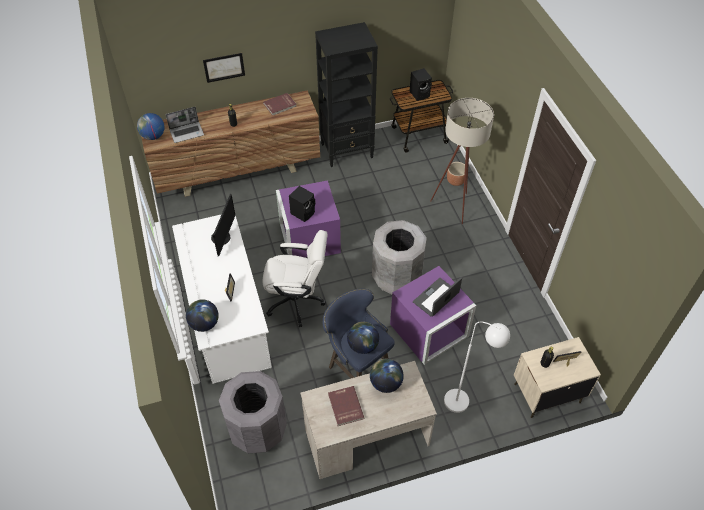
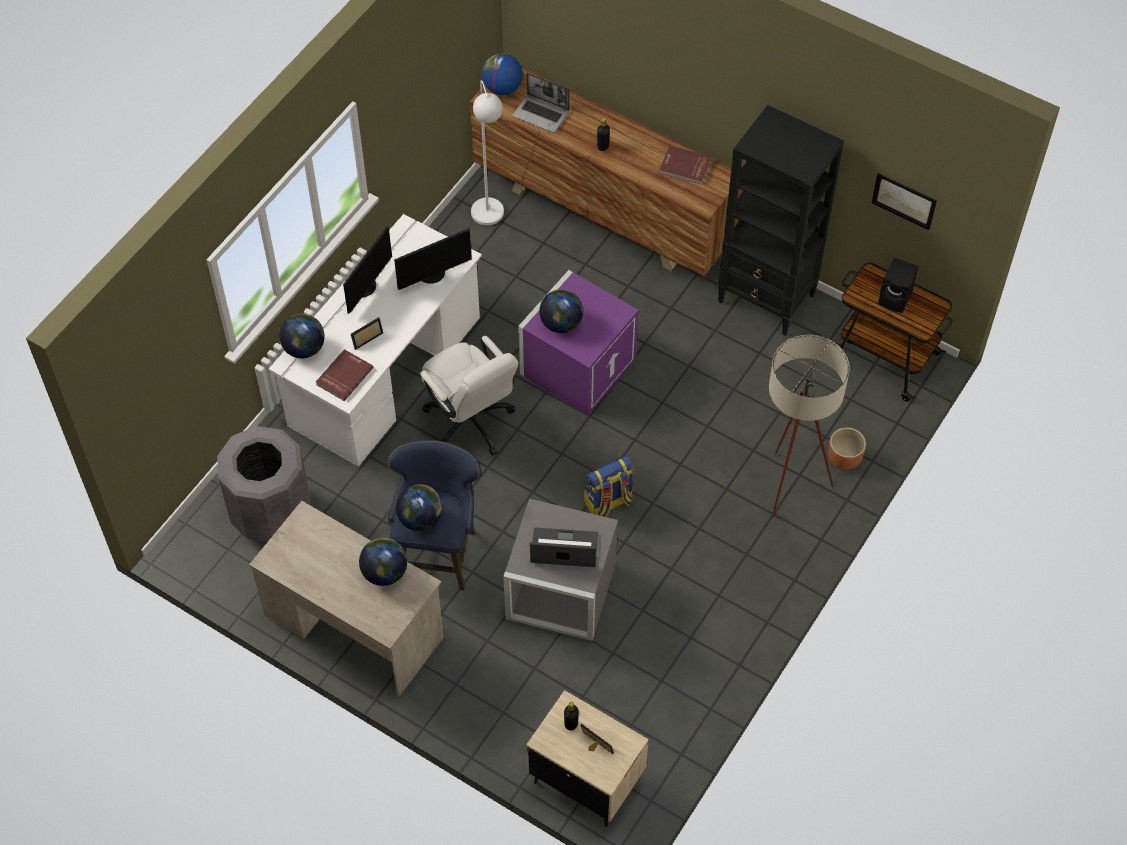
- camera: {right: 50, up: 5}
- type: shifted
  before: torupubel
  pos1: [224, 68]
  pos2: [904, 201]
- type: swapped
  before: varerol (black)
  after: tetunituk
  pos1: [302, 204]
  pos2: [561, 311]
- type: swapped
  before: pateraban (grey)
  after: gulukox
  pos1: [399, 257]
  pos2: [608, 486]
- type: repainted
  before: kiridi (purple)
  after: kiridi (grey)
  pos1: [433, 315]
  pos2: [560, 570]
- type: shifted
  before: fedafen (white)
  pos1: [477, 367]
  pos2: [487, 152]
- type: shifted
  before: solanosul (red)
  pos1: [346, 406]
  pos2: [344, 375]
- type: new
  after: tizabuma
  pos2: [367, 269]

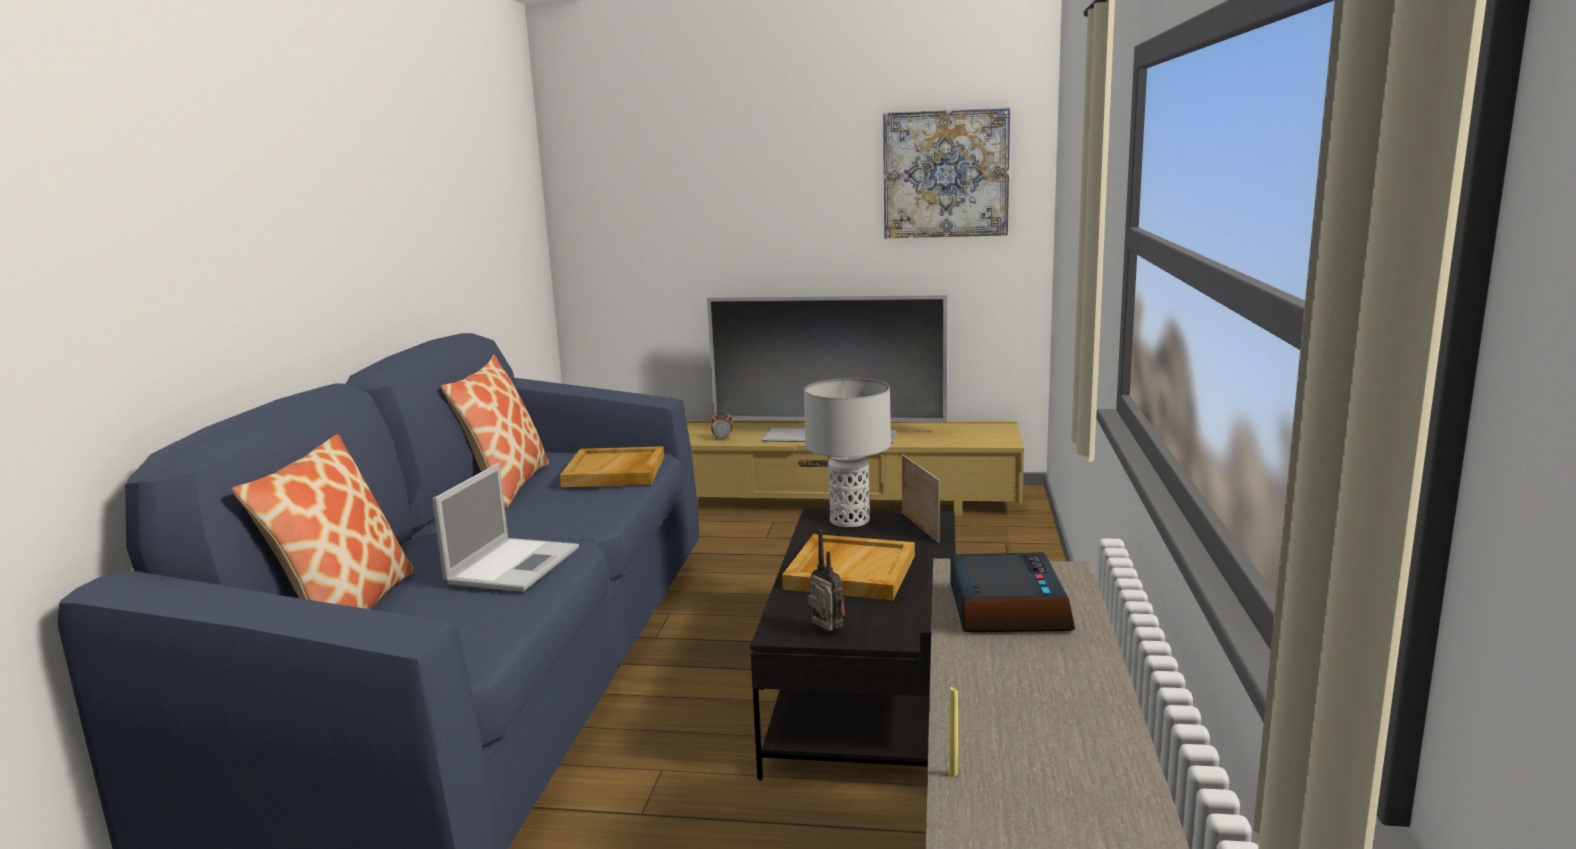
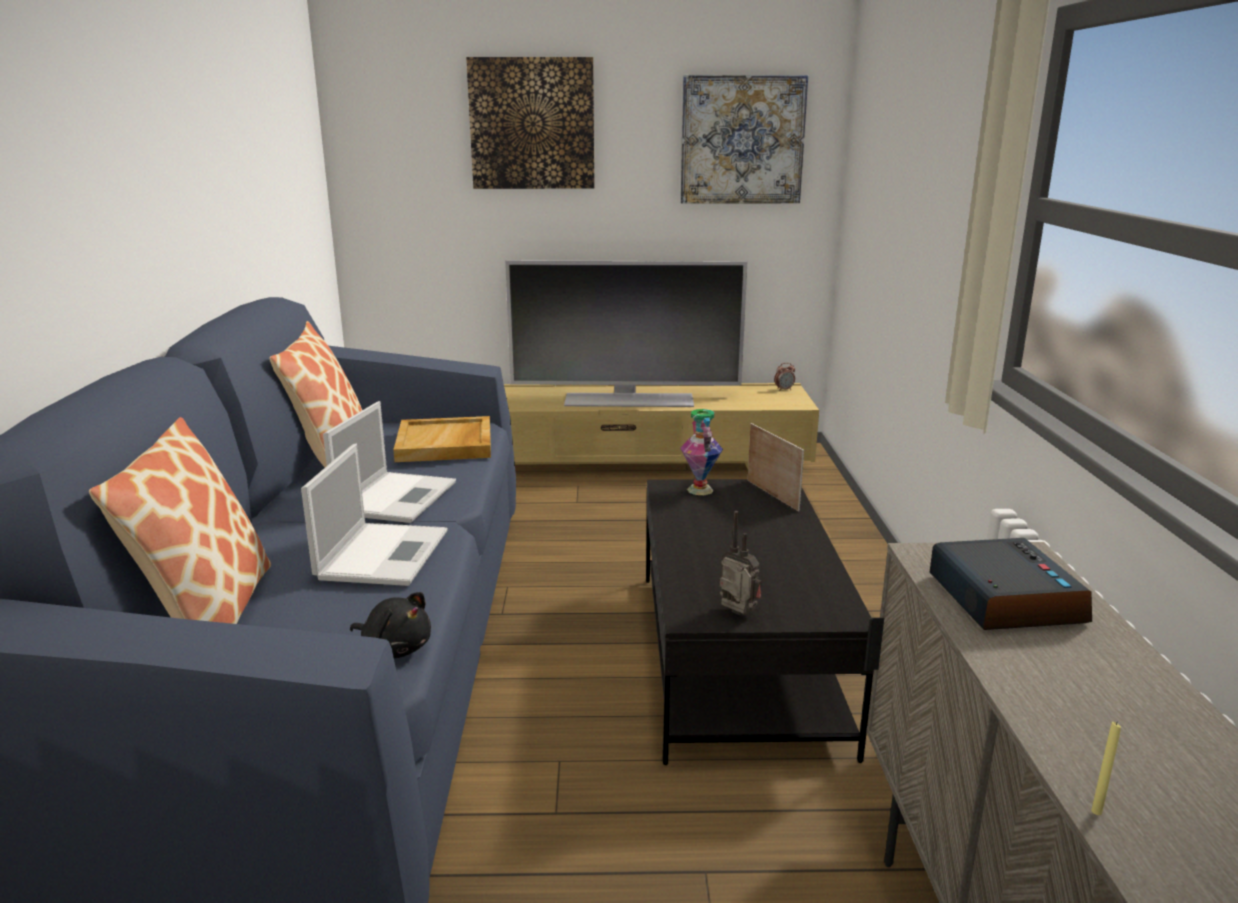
- camera: {right: -10, up: 5}
- type: swapped
  before: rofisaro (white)
  after: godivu
  pos1: [847, 452]
  pos2: [701, 452]
- type: shifted
  before: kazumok
  pos1: [721, 425]
  pos2: [784, 377]
- type: gone
  before: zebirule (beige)
  pos1: [848, 567]
- type: new
  after: torupubel
  pos2: [530, 123]
- type: new
  after: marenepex
  pos2: [389, 462]
- type: new
  after: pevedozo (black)
  pos2: [390, 625]

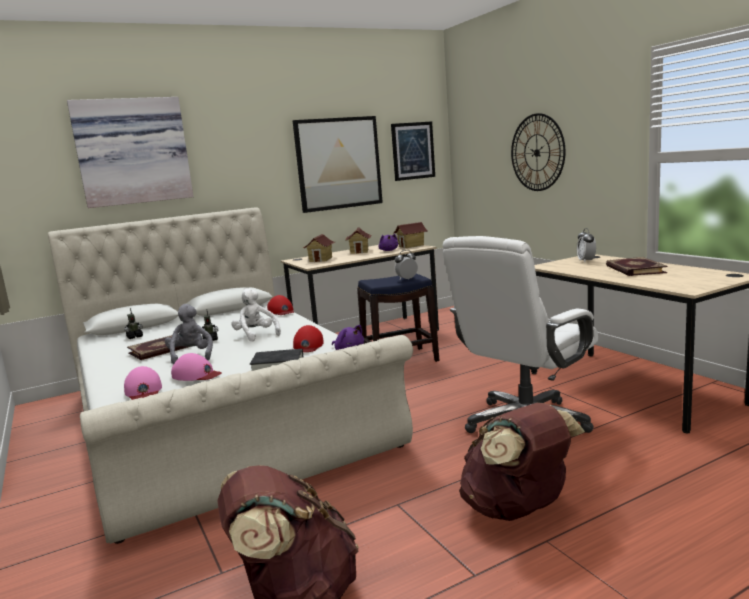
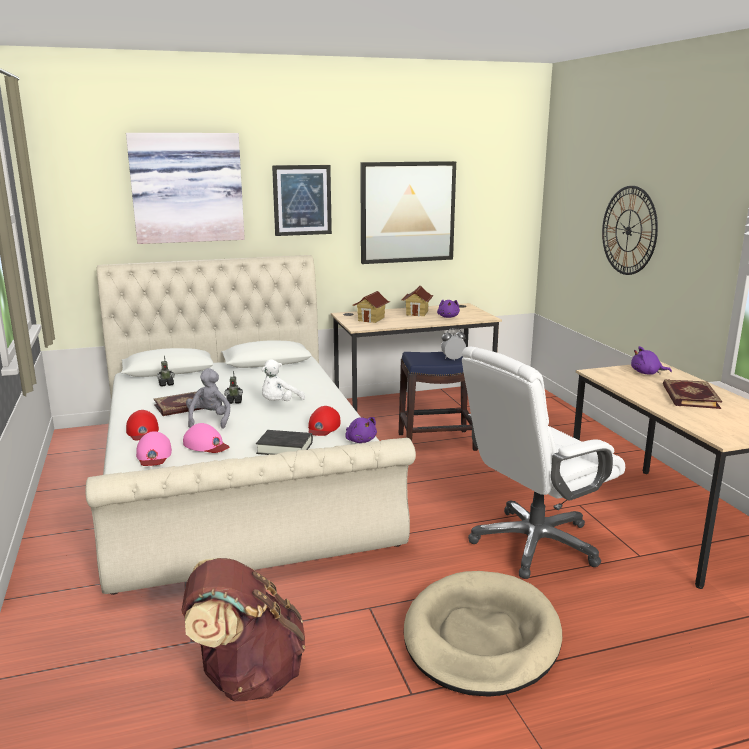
- camera: {right: 10, up: 5}
- type: shifted
  before: torupubel
  pos1: [413, 151]
  pos2: [302, 200]
- type: gone
  before: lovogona
  pos1: [410, 235]
- type: swapped
  before: kazumok
  after: pevedozo (purple)
  pos1: [586, 245]
  pos2: [651, 360]
- type: rotated
  before: pevedozo (white)
  pos1: [256, 314]
  pos2: [283, 380]
  turn: -120
- type: shifted
  before: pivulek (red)
  pos1: [280, 305]
  pos2: [142, 425]
- type: swapped
  before: gulukox (brown)
  after: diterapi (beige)
  pos1: [522, 462]
  pos2: [483, 634]

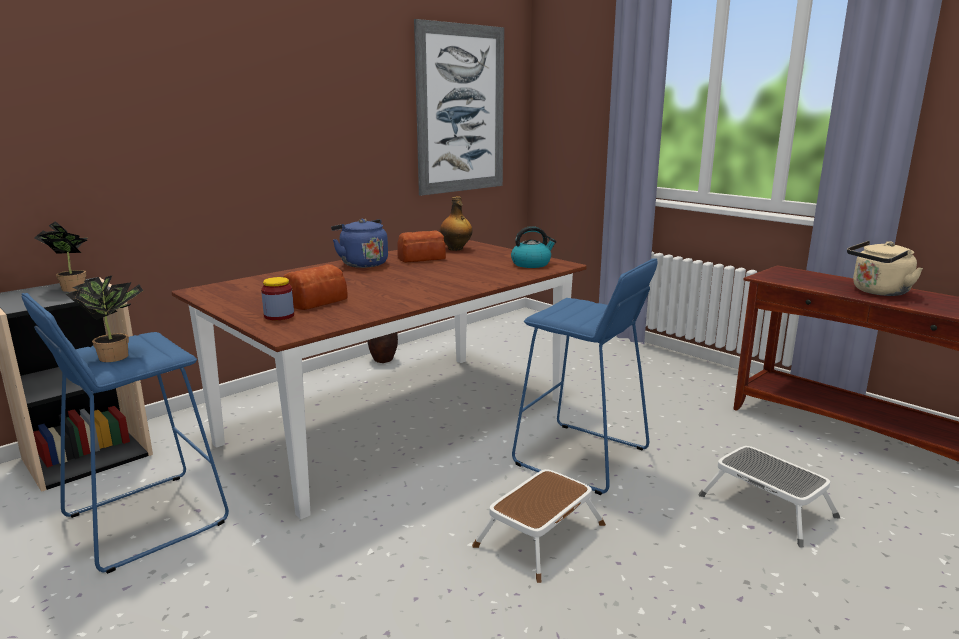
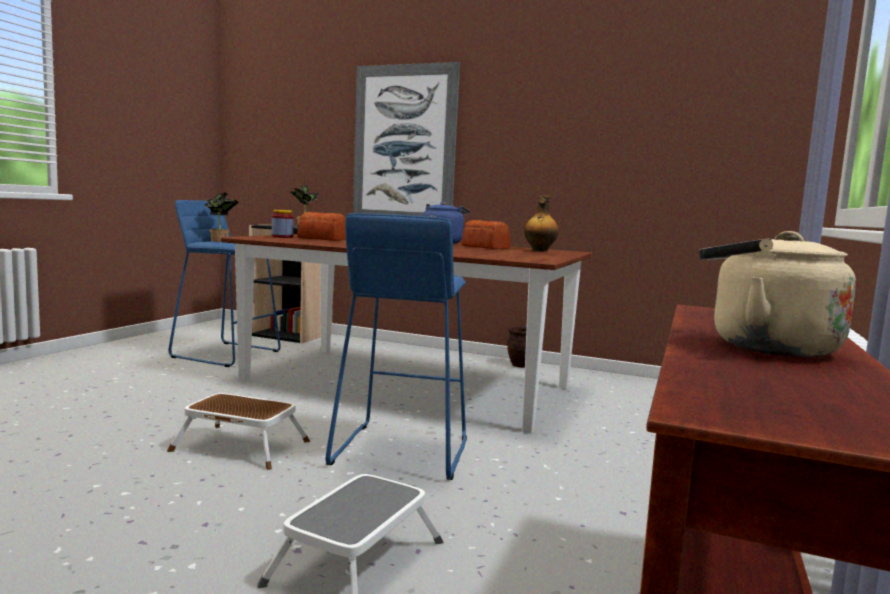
- camera: {right: 65, up: -10}
- type: shifted
  before: torupubel
  pos1: [459, 107]
  pos2: [406, 139]
- type: gone
  before: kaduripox
  pos1: [534, 247]

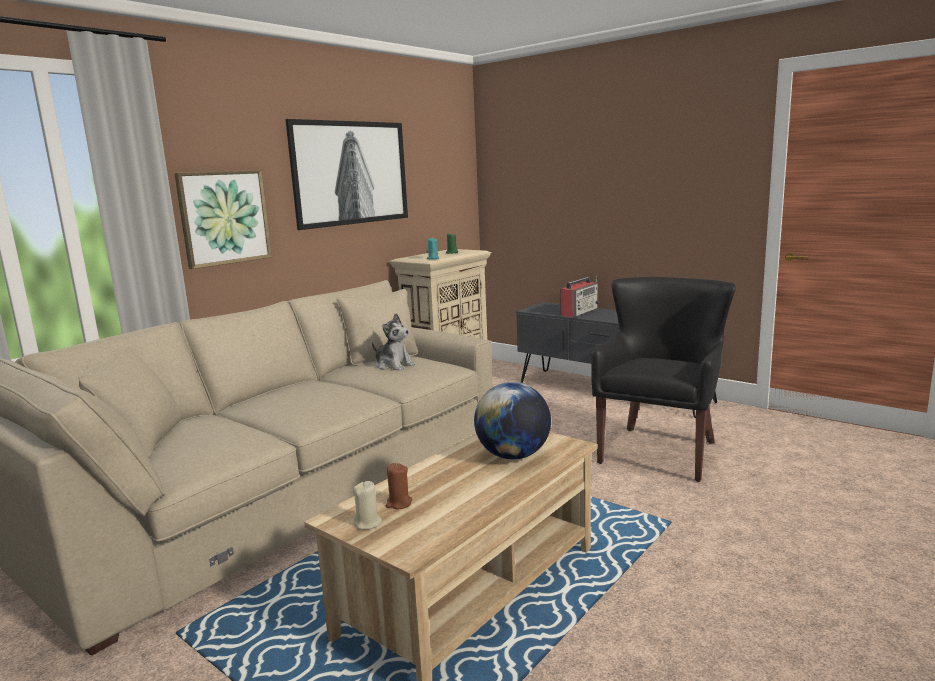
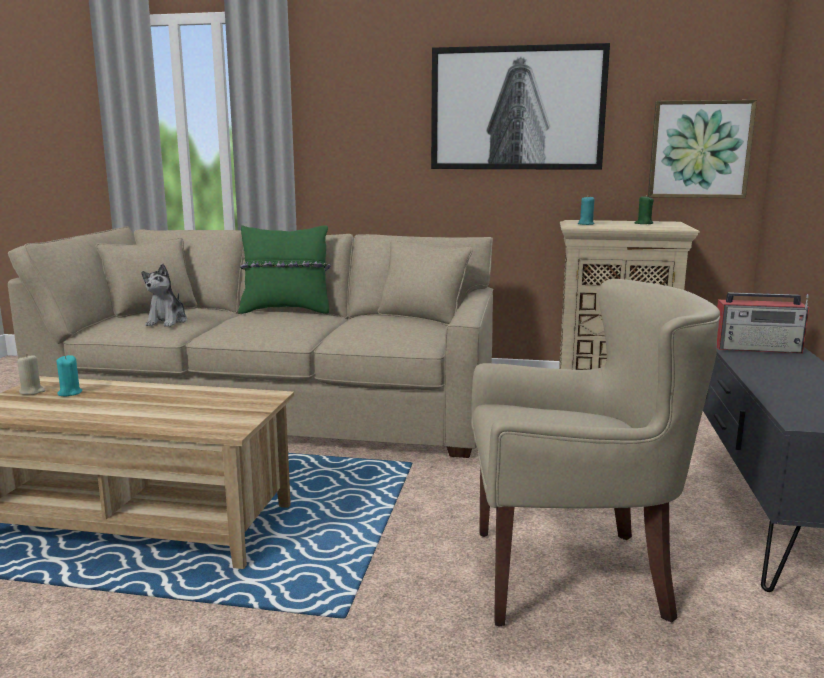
- camera: {right: 60, up: 0}
- type: shifted
  before: torupubel
  pos1: [223, 219]
  pos2: [702, 149]
- type: repainted
  before: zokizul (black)
  after: zokizul (beige)
  pos1: [663, 379]
  pos2: [595, 452]
- type: shifted
  before: pevedozo
  pos1: [393, 342]
  pos2: [164, 295]
- type: gone
  before: tetunituk
  pos1: [512, 420]
- type: repainted
  before: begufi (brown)
  after: begufi (turquoise)
  pos1: [399, 486]
  pos2: [69, 376]
- type: new
  after: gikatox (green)
  pos2: [284, 269]

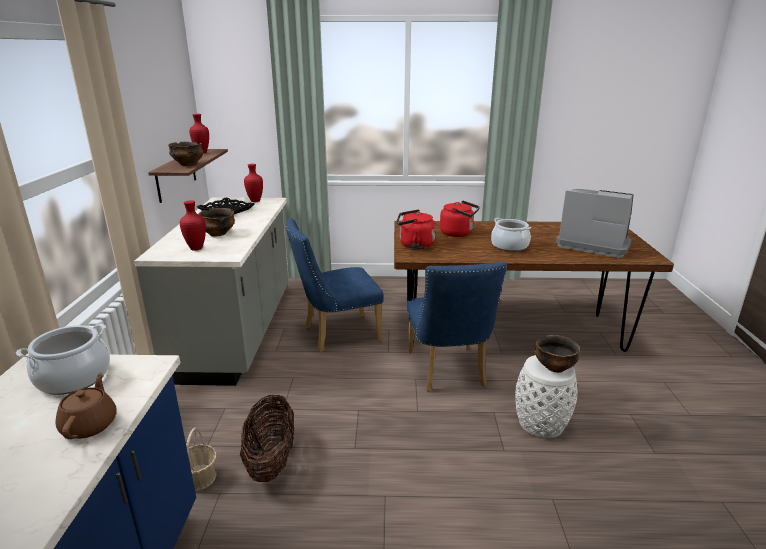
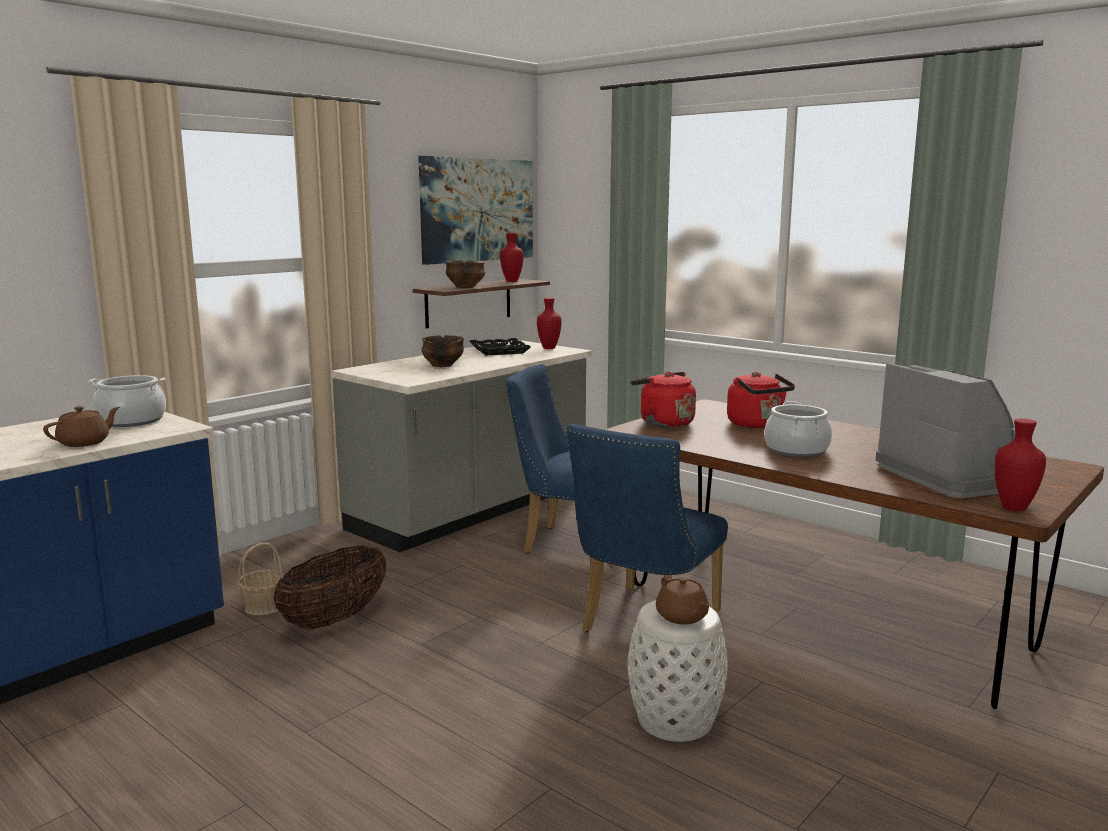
- camera: {right: 40, up: -10}
- type: shifted
  before: godivu (red)
  pos1: [193, 225]
  pos2: [1020, 465]
- type: swapped
  before: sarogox
  after: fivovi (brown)
  pos1: [557, 354]
  pos2: [682, 600]
- type: new
  after: torupubel
  pos2: [475, 210]

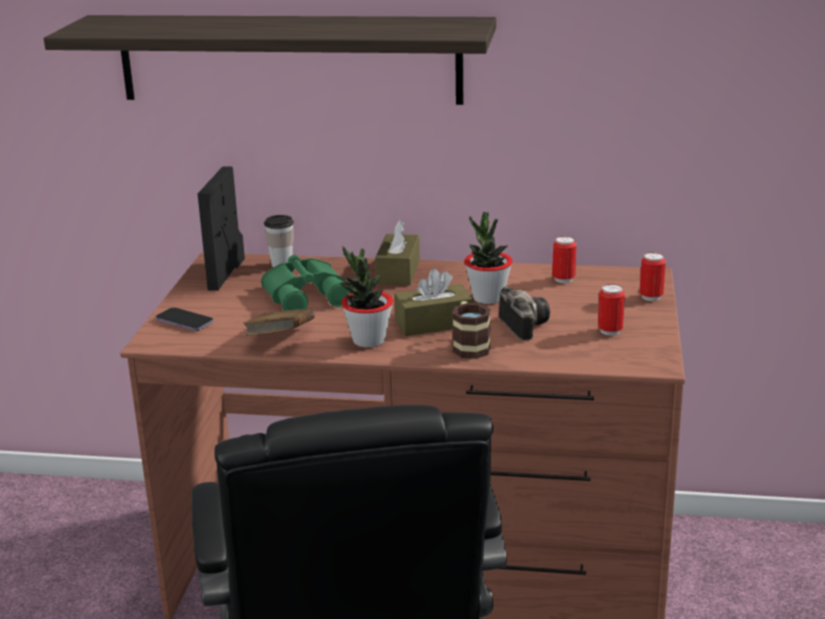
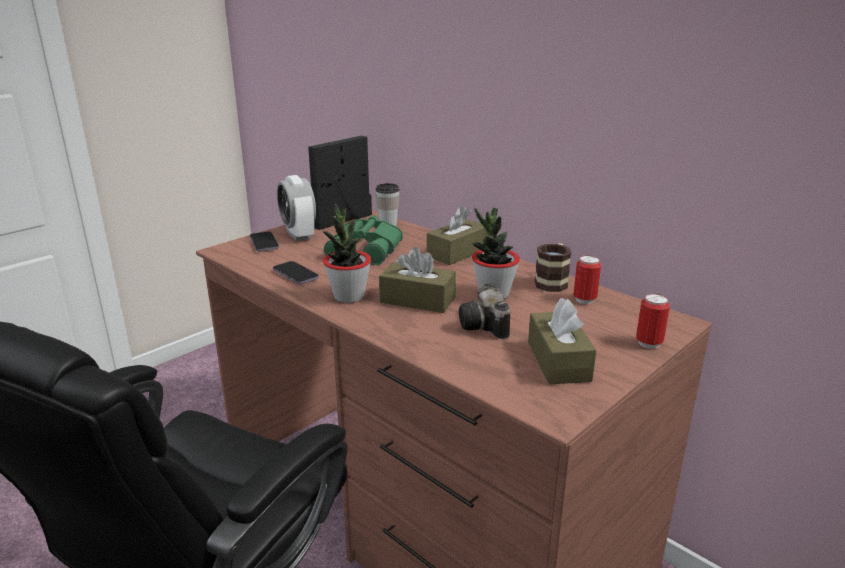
- camera: {right: 35, up: 0}
- type: gone
  before: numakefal
  pos1: [270, 60]
- type: swapped
  before: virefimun
  after: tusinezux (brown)
  pos1: [611, 310]
  pos2: [562, 341]
- type: rotated
  before: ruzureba
  pos1: [524, 313]
  pos2: [484, 311]
  turn: 150
- type: shifted
  before: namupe
  pos1: [471, 330]
  pos2: [553, 267]
- type: swapped
  before: solanosul (brown)
  after: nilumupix
  pos1: [279, 322]
  pos2: [296, 272]
- type: new
  after: kazumok
  pos2: [296, 208]

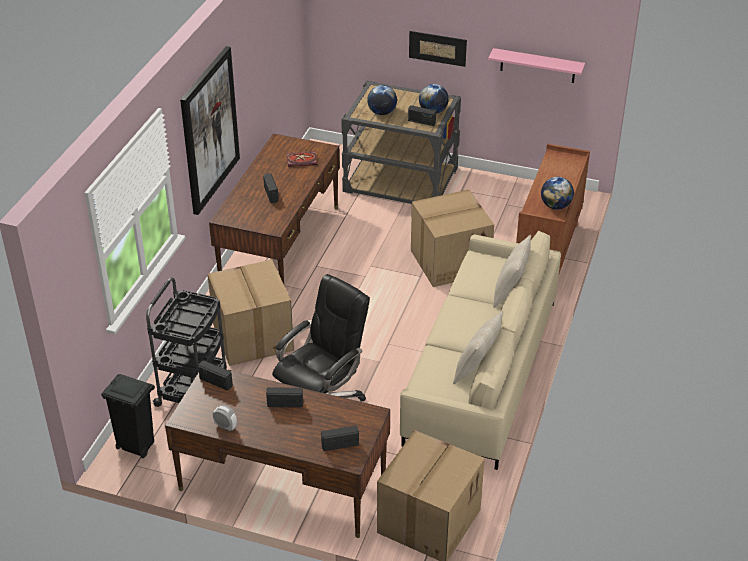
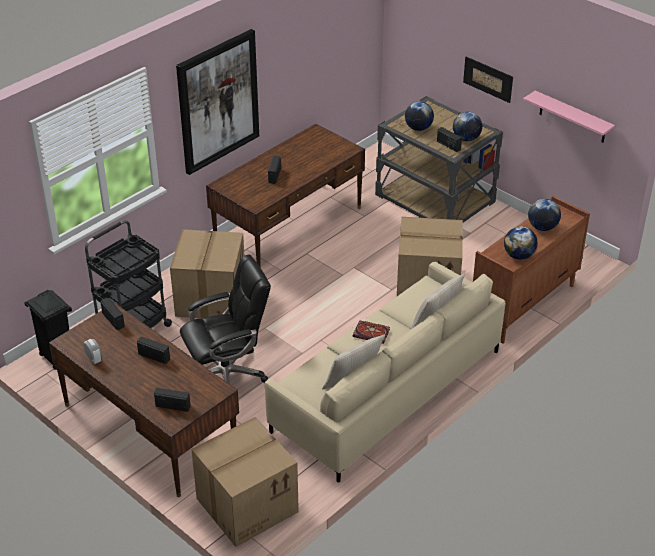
- camera: {right: 25, up: 0}
- type: shifted
  before: solanosul
  pos1: [302, 159]
  pos2: [371, 332]
- type: new
  after: tetunituk
  pos2: [544, 215]

